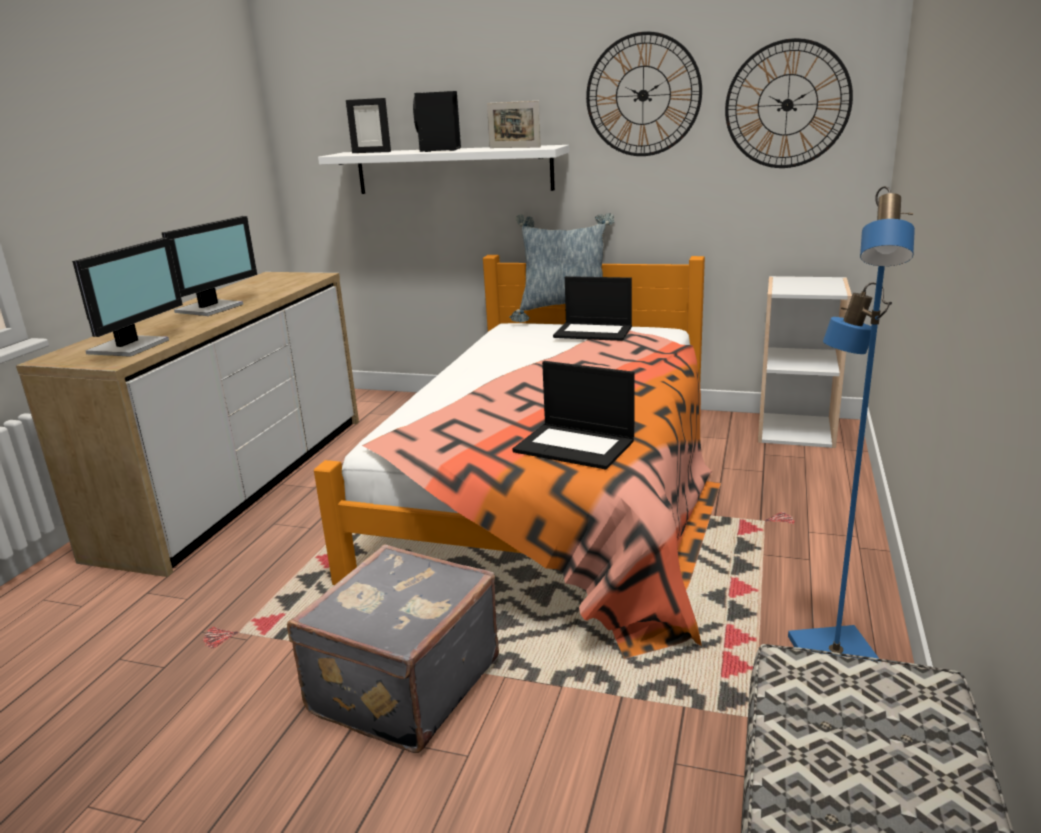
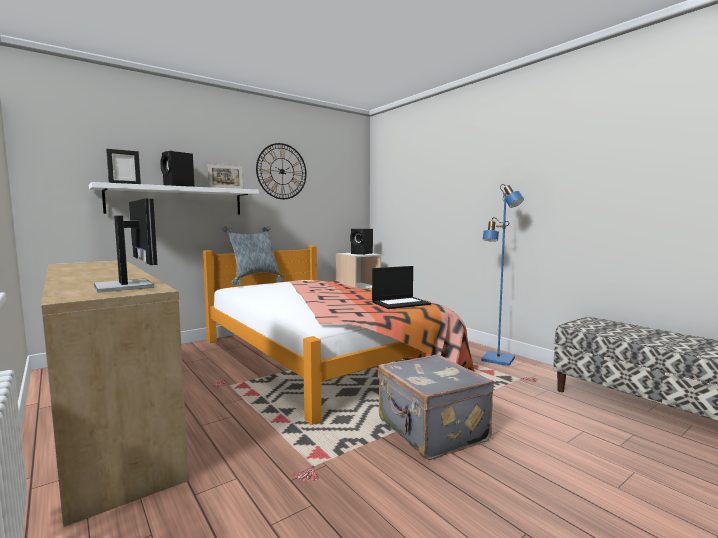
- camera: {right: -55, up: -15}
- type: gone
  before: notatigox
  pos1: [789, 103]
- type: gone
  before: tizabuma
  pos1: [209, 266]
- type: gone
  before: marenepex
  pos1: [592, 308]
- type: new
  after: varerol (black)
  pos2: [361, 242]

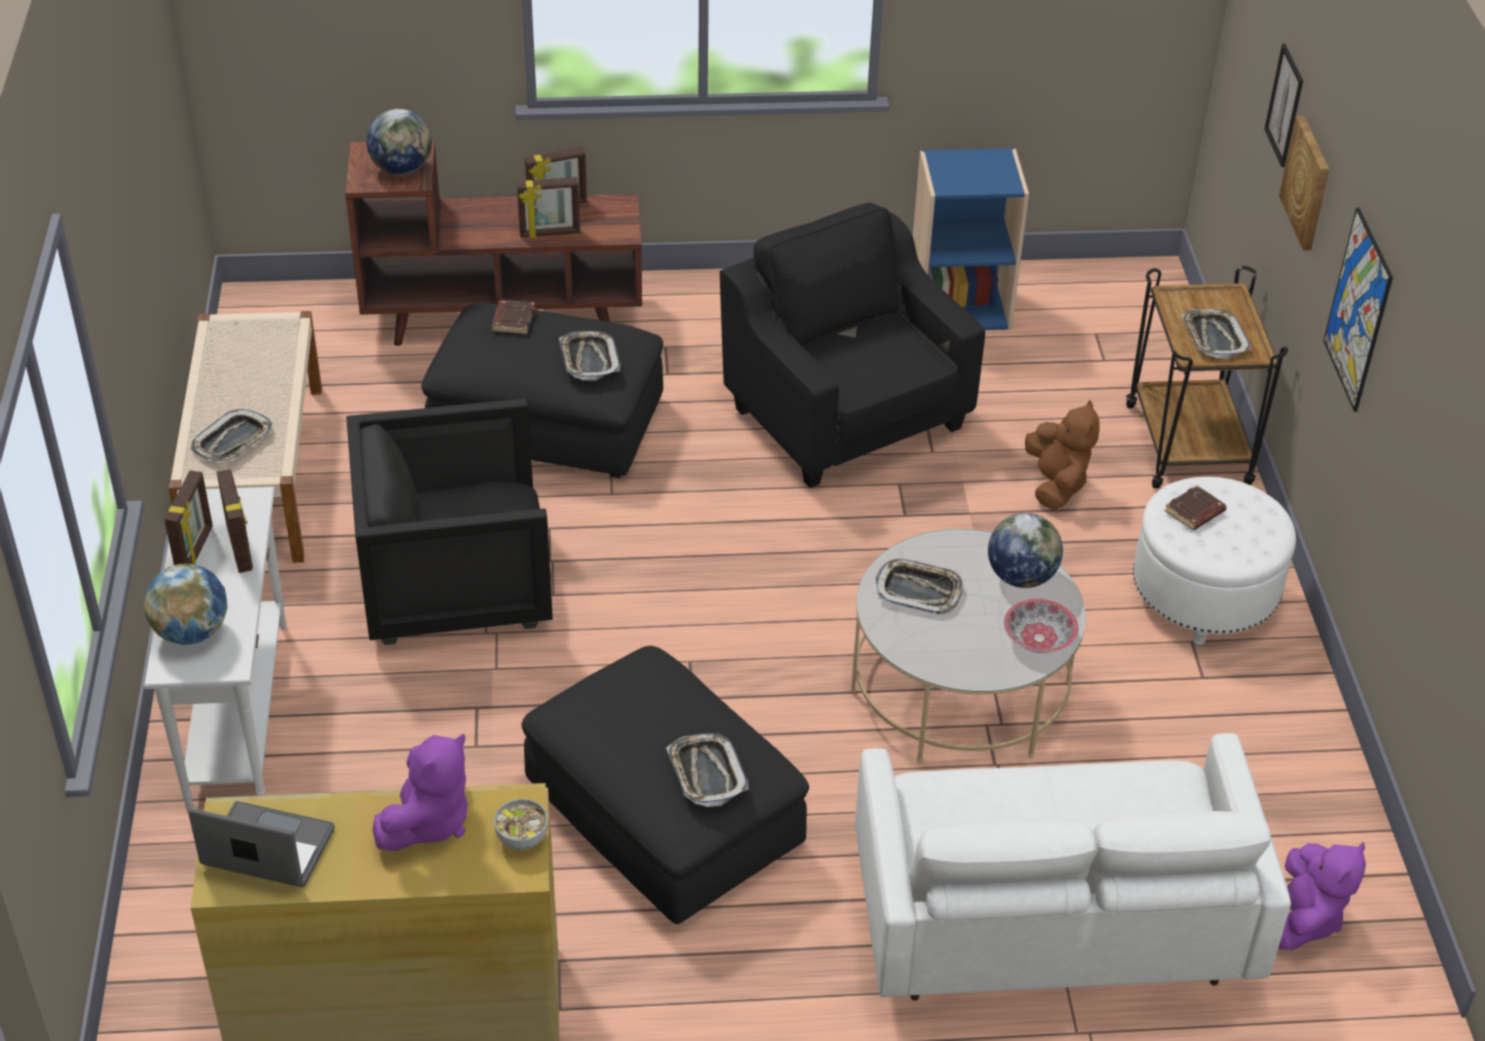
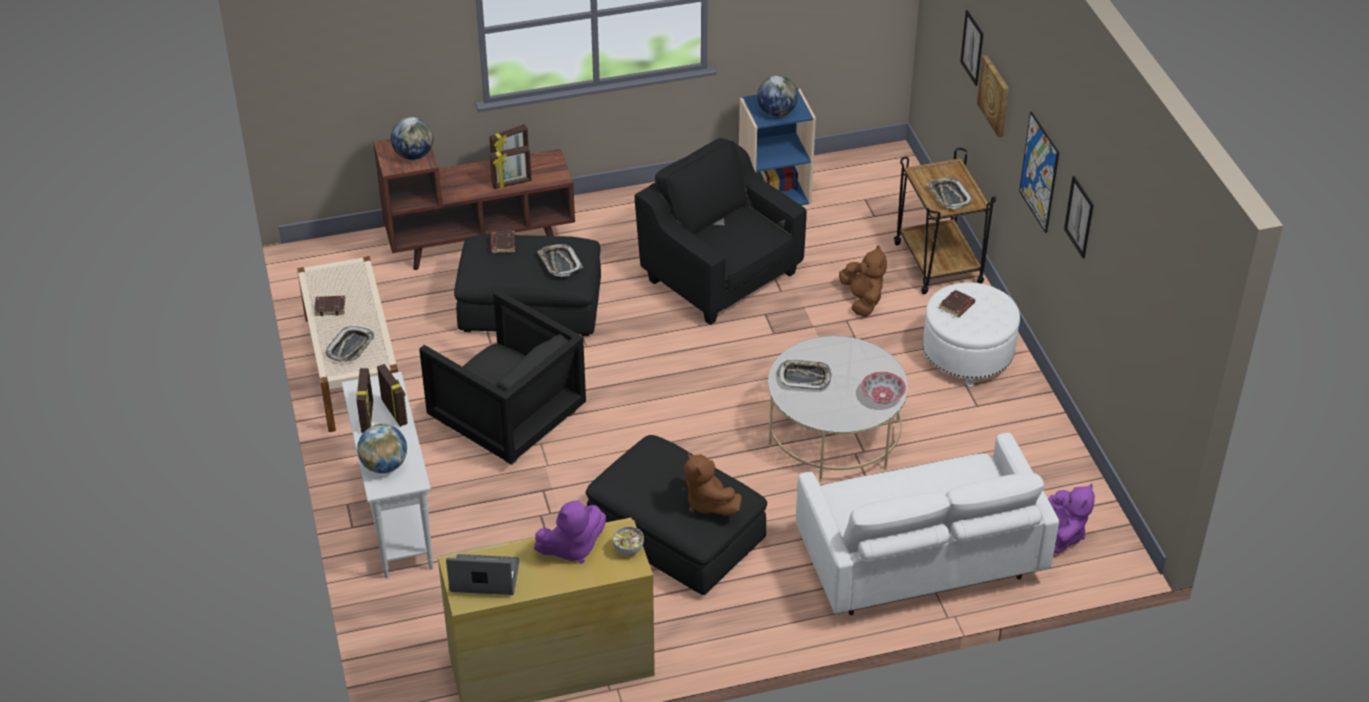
- camera: {right: -10, up: 0}
- type: rotated
  before: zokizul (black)
  pos1: [449, 521]
  pos2: [502, 377]
  turn: -120
- type: shifted
  before: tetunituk
  pos1: [1025, 550]
  pos2: [777, 96]
- type: swapped
  before: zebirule
  after: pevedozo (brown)
  pos1: [707, 770]
  pos2: [713, 484]
- type: rotated
  before: pevedozo (purple)
  pos1: [420, 792]
  pos2: [570, 532]
  turn: 45
- type: new
  after: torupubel
  pos2: [1079, 217]
- type: new
  after: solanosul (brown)
  pos2: [329, 305]

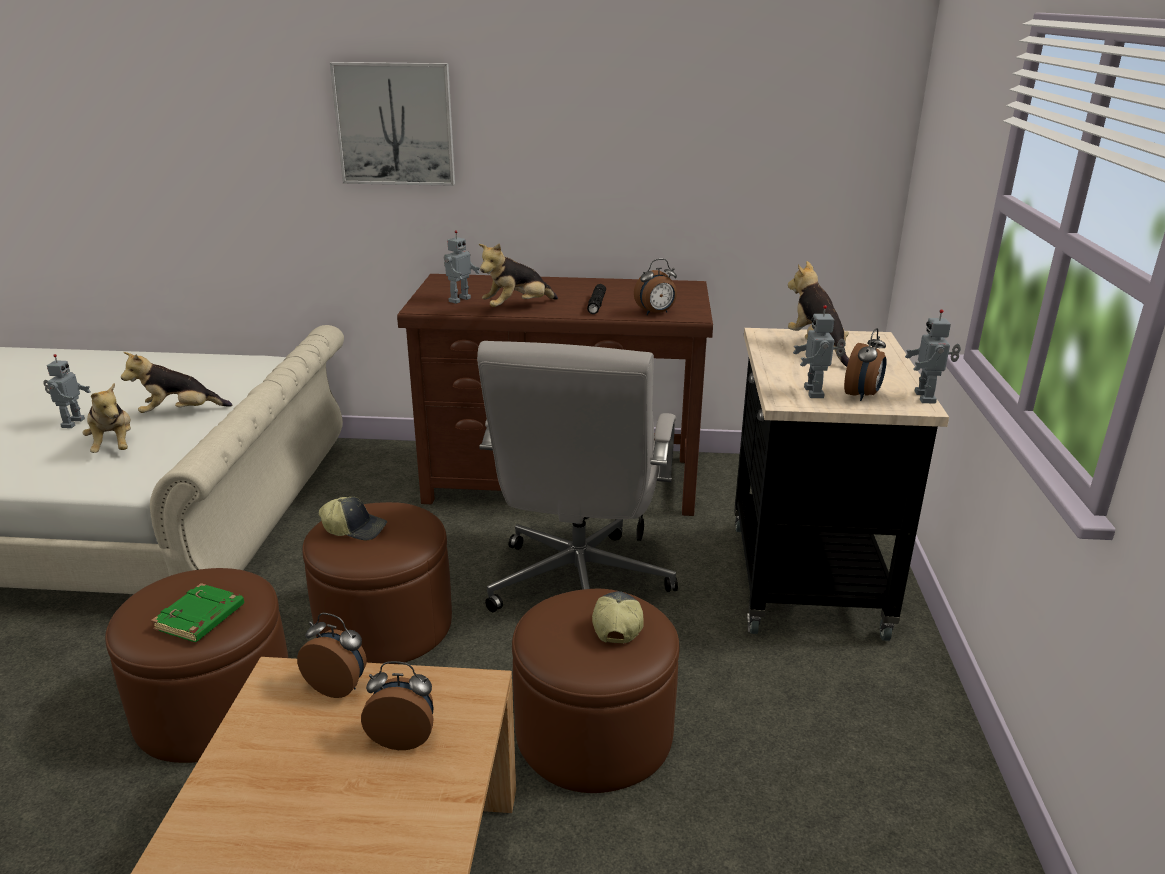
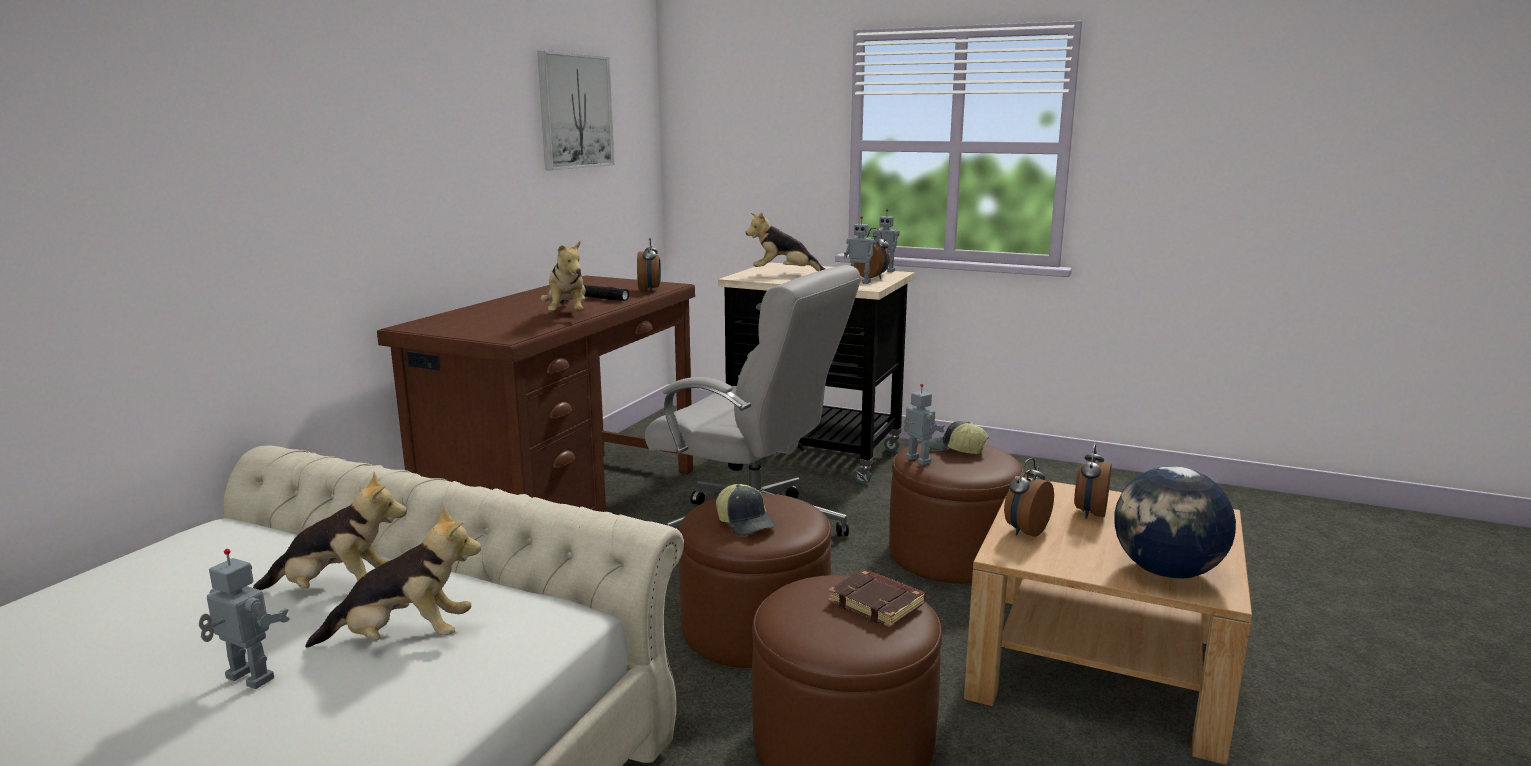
- camera: {right: -70, up: -10}
- type: shifted
  before: torupubel
  pos1: [392, 124]
  pos2: [575, 110]
- type: shifted
  before: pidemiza
  pos1: [462, 267]
  pos2: [923, 424]
- type: rotated
  before: pevedozo
  pos1: [176, 382]
  pos2: [330, 531]
  turn: -90
- type: rotated
  before: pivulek
  pos1: [353, 518]
  pos2: [746, 510]
  turn: 120
- type: repainted
  before: solanosul (green)
  after: solanosul (brown)
  pos1: [197, 612]
  pos2: [877, 598]
- type: new
  after: tetunituk
  pos2: [1175, 522]

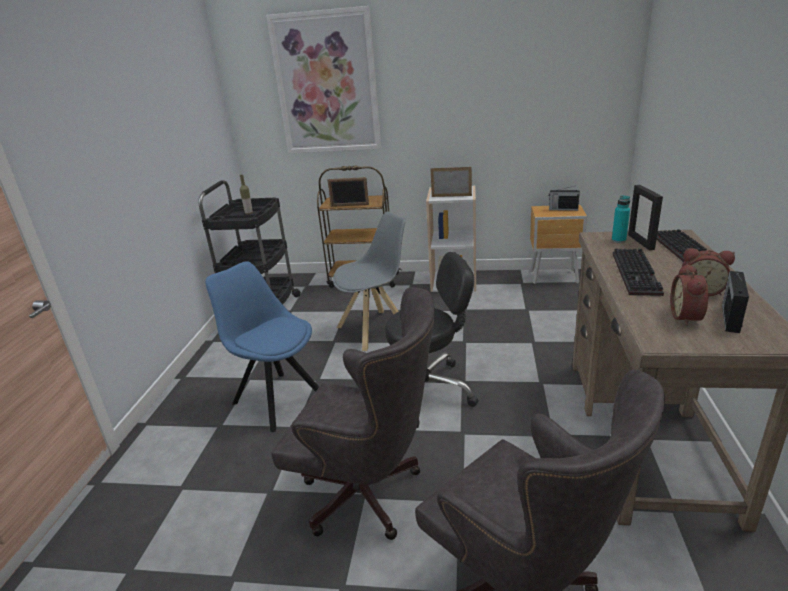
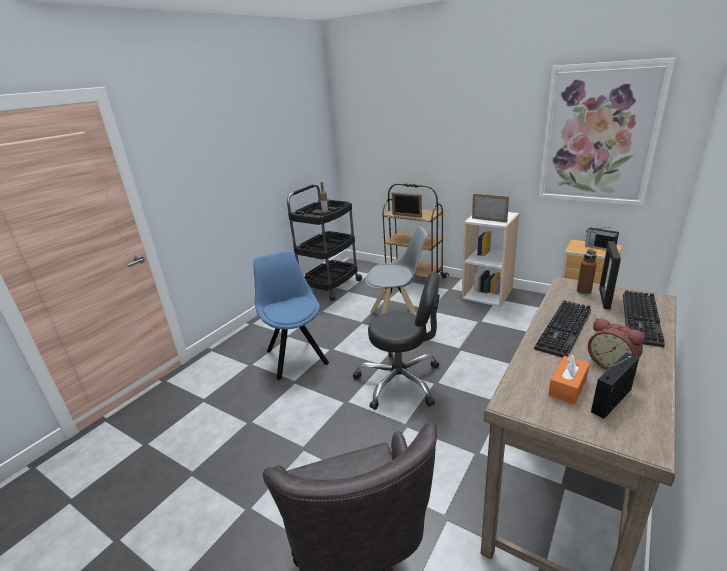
- camera: {right: 25, up: 0}
- type: shifted
  before: torupubel
  pos1: [323, 79]
  pos2: [607, 131]
- type: repainted
  before: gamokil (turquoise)
  after: gamokil (brown)
  pos1: [621, 219]
  pos2: [587, 272]
- type: swapped
  before: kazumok
  after: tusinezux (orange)
  pos1: [689, 295]
  pos2: [569, 379]
- type: gone
  before: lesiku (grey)
  pos1: [353, 413]

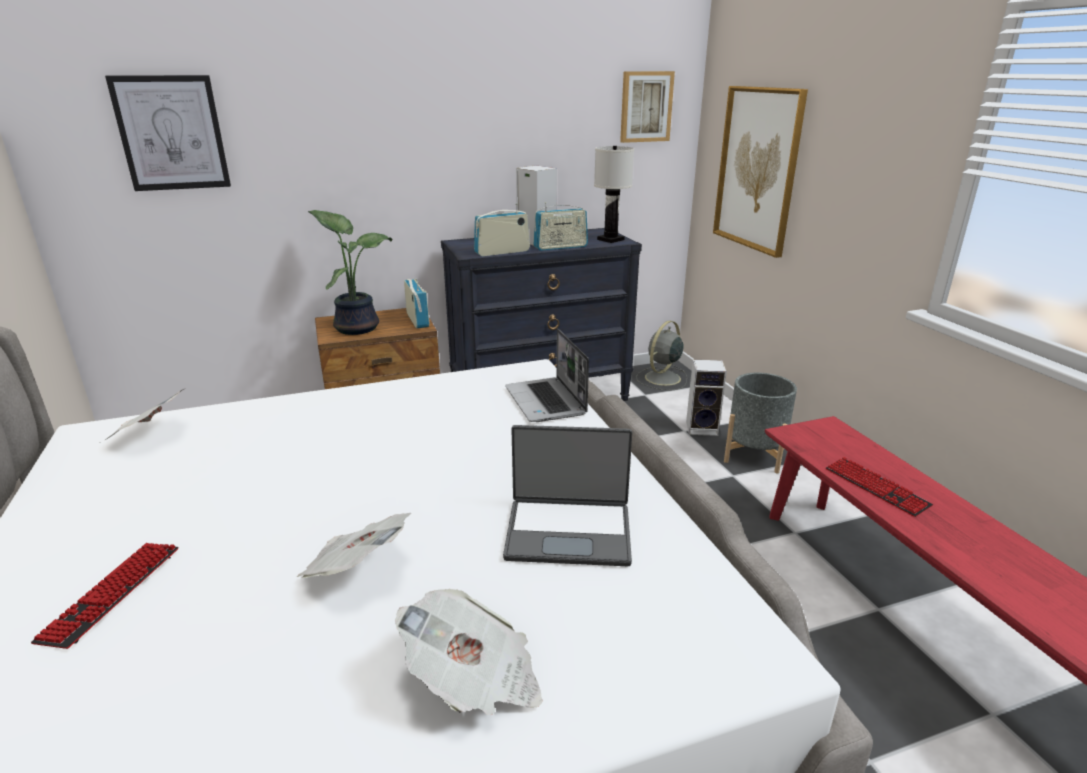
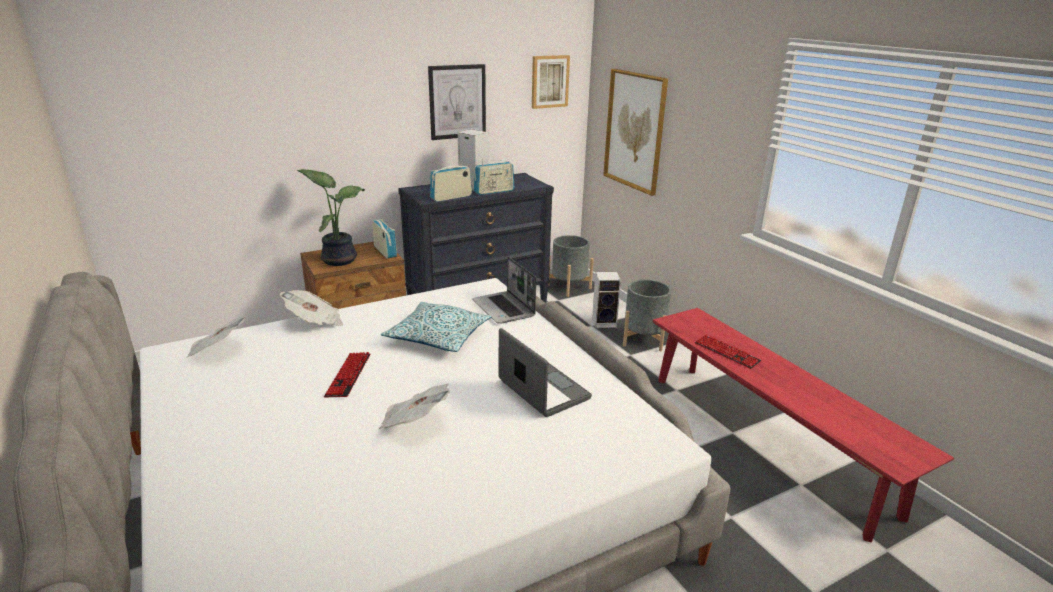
- camera: {right: -10, up: 0}
- type: shifted
  before: torupubel
  pos1: [168, 133]
  pos2: [457, 102]
- type: gone
  before: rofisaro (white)
  pos1: [614, 194]
- type: swapped
  before: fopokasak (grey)
  after: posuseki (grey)
  pos1: [661, 355]
  pos2: [571, 266]
- type: rotated
  before: marenepex
  pos1: [567, 495]
  pos2: [545, 372]
  turn: -120
- type: shifted
  before: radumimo
  pos1: [104, 596]
  pos2: [347, 374]
- type: shifted
  before: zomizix
  pos1: [469, 652]
  pos2: [311, 308]
- type: new
  after: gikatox
  pos2: [436, 327]

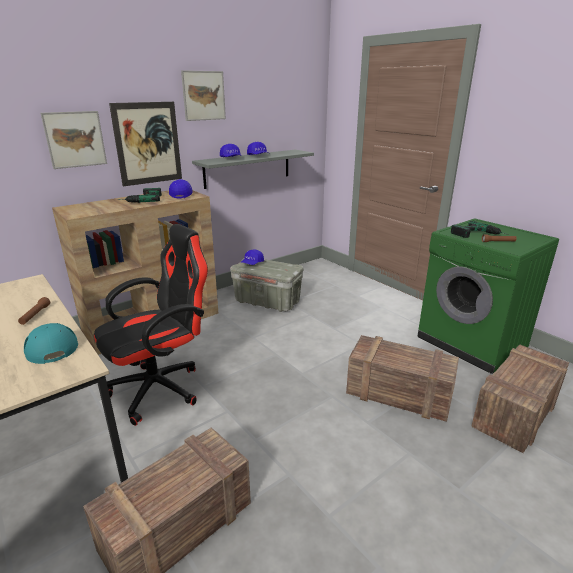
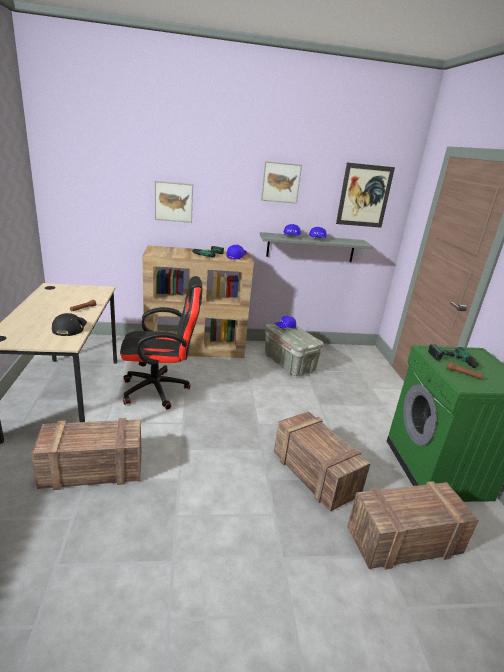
- camera: {right: 30, up: 0}
- type: shifted
  before: torupubel
  pos1: [145, 144]
  pos2: [365, 195]
- type: repainted
  before: pivulek (turquoise)
  after: pivulek (black)
  pos1: [51, 343]
  pos2: [69, 324]

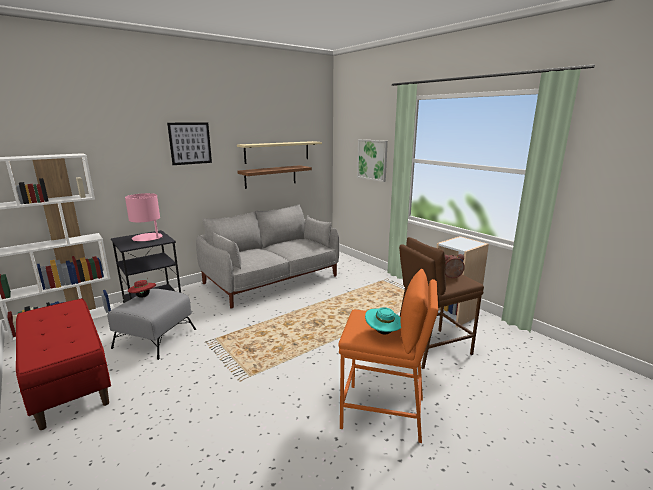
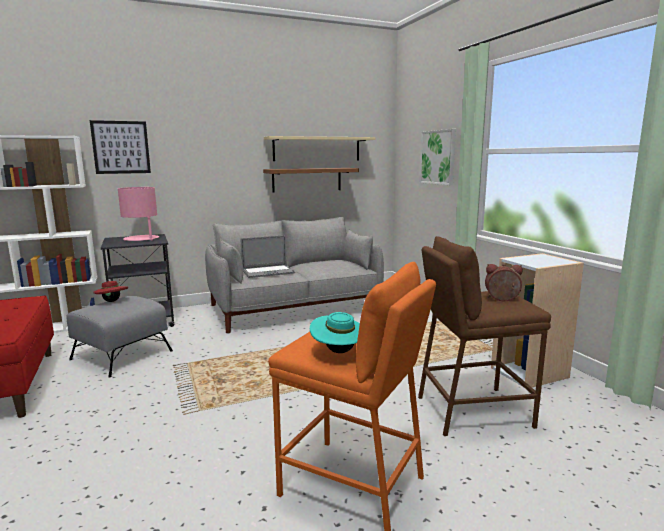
- camera: {right: 15, up: -5}
- type: shifted
  before: torupubel
  pos1: [189, 143]
  pos2: [120, 147]
- type: new
  after: marenepex
  pos2: [268, 256]

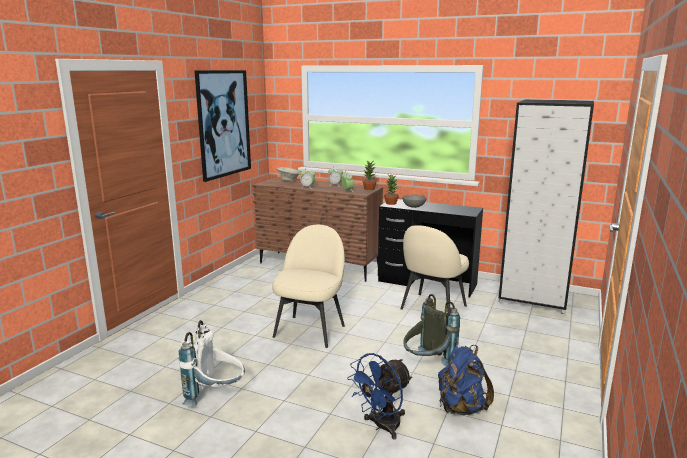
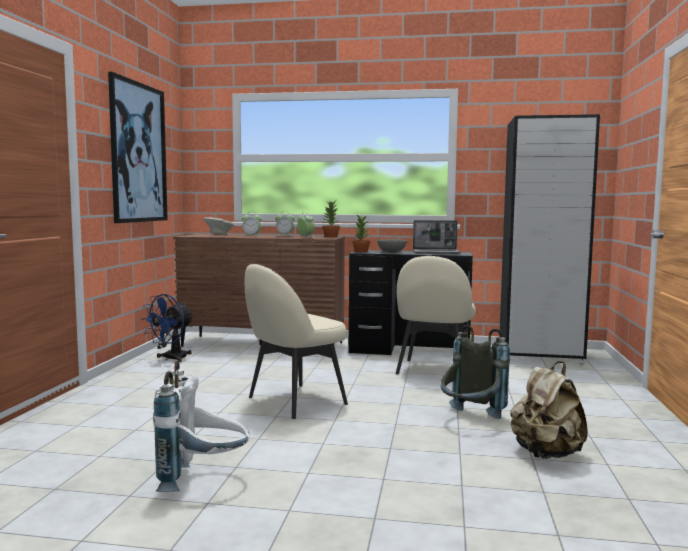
- camera: {right: -15, up: -10}
- type: rotated
  before: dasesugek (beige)
  pos1: [308, 286]
  pos2: [296, 341]
  turn: -135
- type: repainted
  before: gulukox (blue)
  after: gulukox (beige)
  pos1: [466, 380]
  pos2: [549, 410]
- type: shifted
  before: fopokasak (blue)
  pos1: [379, 396]
  pos2: [167, 328]
- type: new
  after: marenepex
  pos2: [437, 237]

